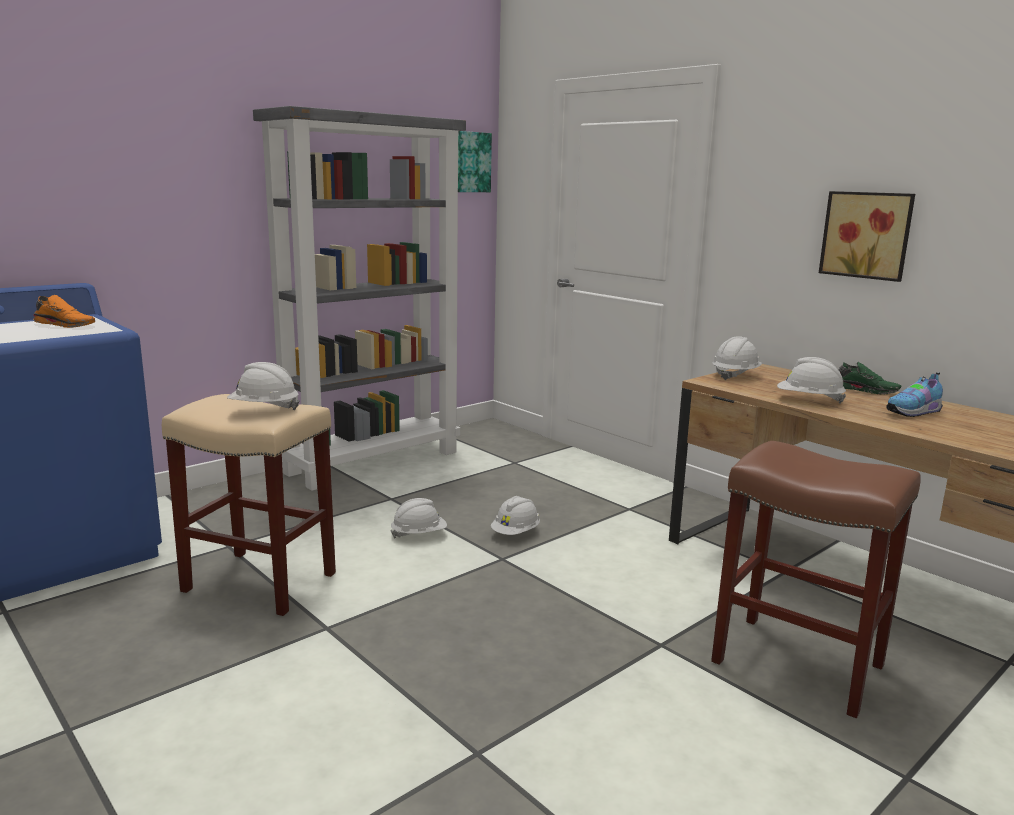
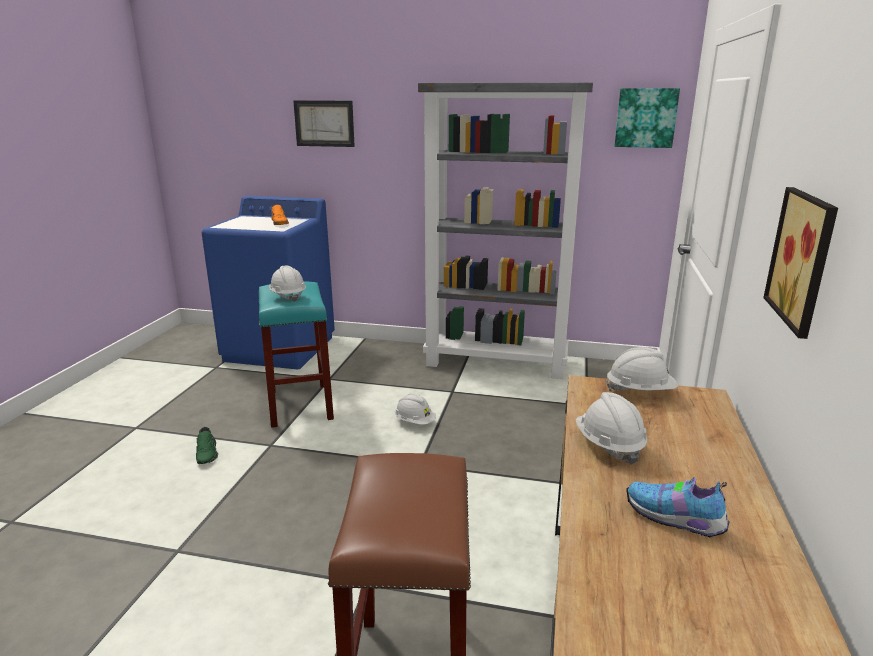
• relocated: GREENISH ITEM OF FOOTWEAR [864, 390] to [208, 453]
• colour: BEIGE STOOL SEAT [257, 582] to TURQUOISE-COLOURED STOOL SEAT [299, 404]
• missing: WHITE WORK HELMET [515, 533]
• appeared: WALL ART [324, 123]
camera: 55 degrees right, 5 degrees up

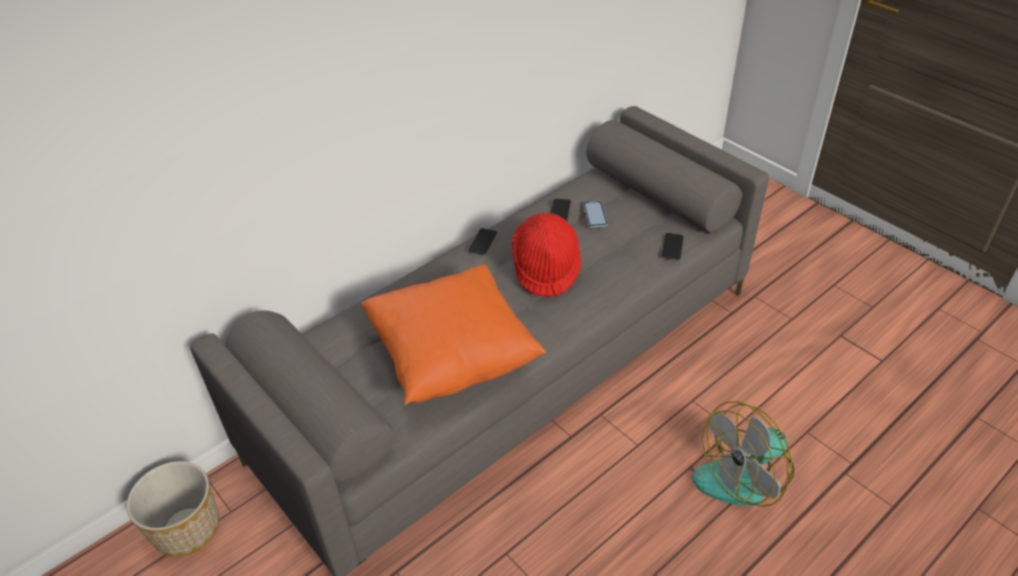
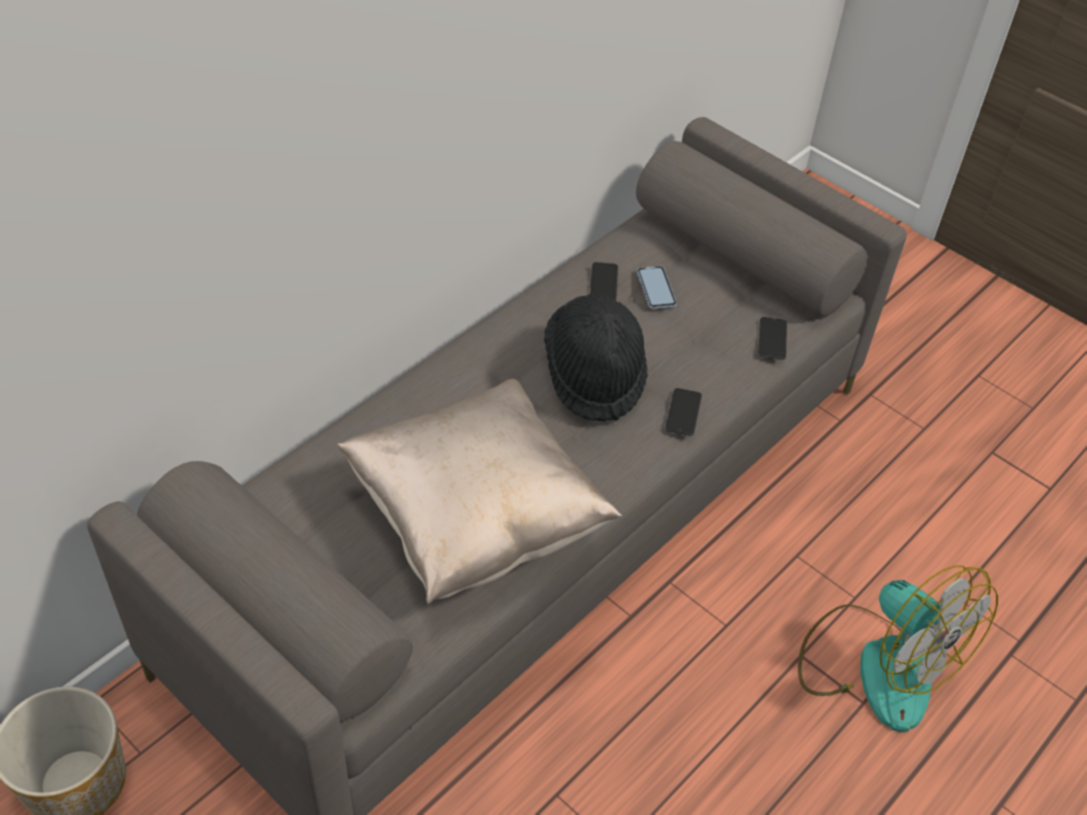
• colour: RED-COLOURED HAT [546, 268] to BLACK HAT [594, 375]
• relocated: PHONE [482, 242] to [683, 412]
• colour: ORANGEY PILLOW [453, 357] to BEIGE PILLOW [476, 519]
• spun: COOLING FAN [745, 476] = [877, 664] 90 degrees counterclockwise
camera: 10 degrees left, 5 degrees up

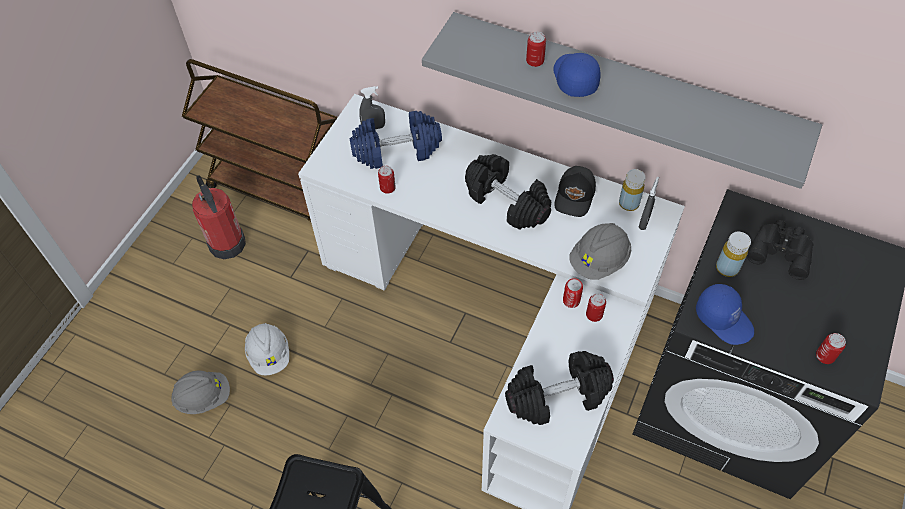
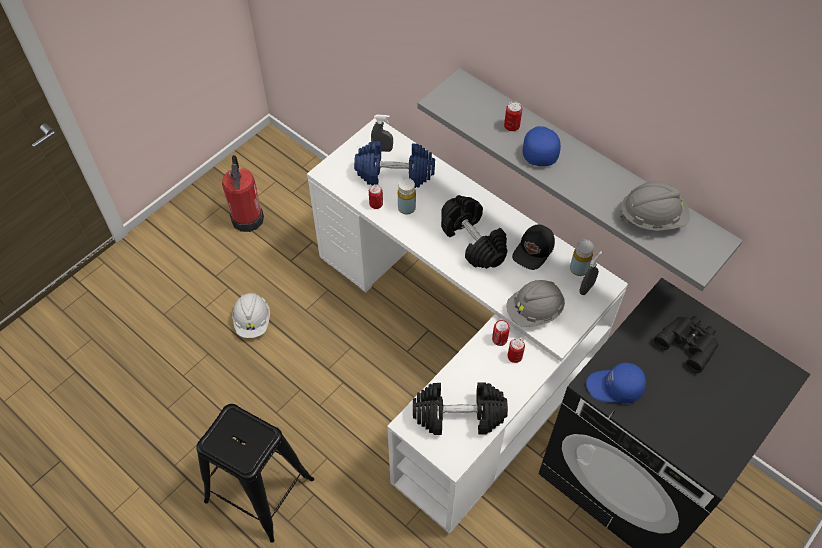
• missing: BROWNISH WHEELED CART [282, 189]
• relocated: YELLOW BOTTLE [727, 268] to [406, 208]
• spun: BLUE CAP [724, 319] = [614, 388] 120 degrees clockwise
• missing: METAL CAN [824, 356]
• relocated: GREYISH WORK HELMET [203, 397] to [652, 218]
camera: 15 degrees right, 0 degrees up

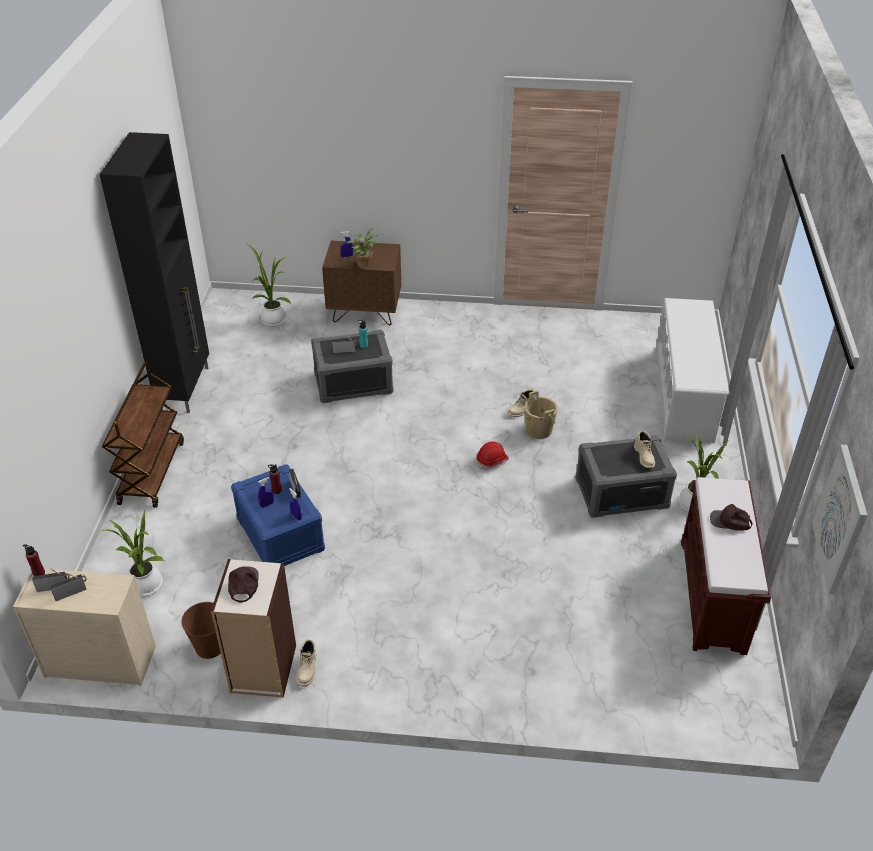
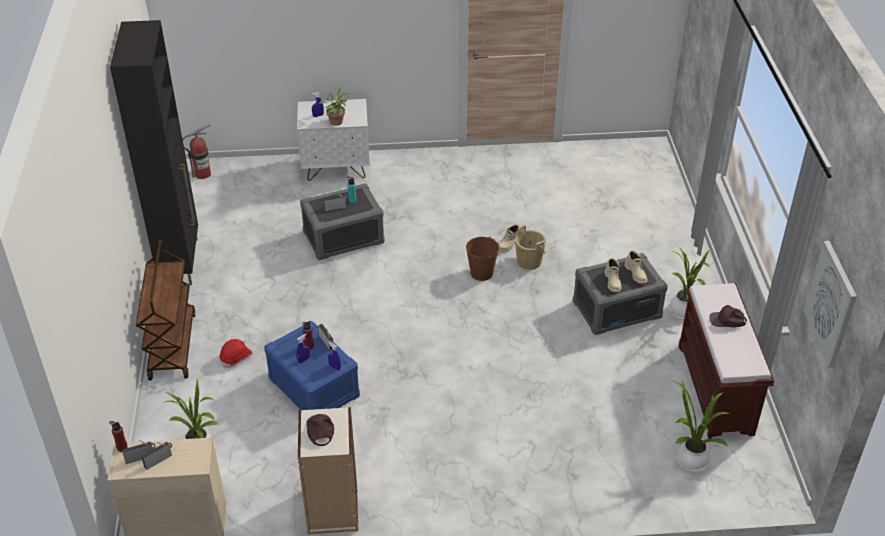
• colour: BROWNISH BEDSIDE TABLE [365, 313] to WHITE BEDSIDE TABLE [336, 168]
• relocated: POTTED PLANT [272, 319] to [689, 459]
• missing: WHITE SHOE SHELF [683, 396]
• relocated: RED-COLOURED WORK HELMET [492, 461] to [236, 358]
• relocated: BROWNISH BUCKET [209, 646] to [481, 273]
• relocated: BEIGE BOOT [308, 669] to [613, 282]
• appeared: FIRE-FIGHTING CYLINDER [202, 174]
camera: 10 degrees left, 0 degrees up

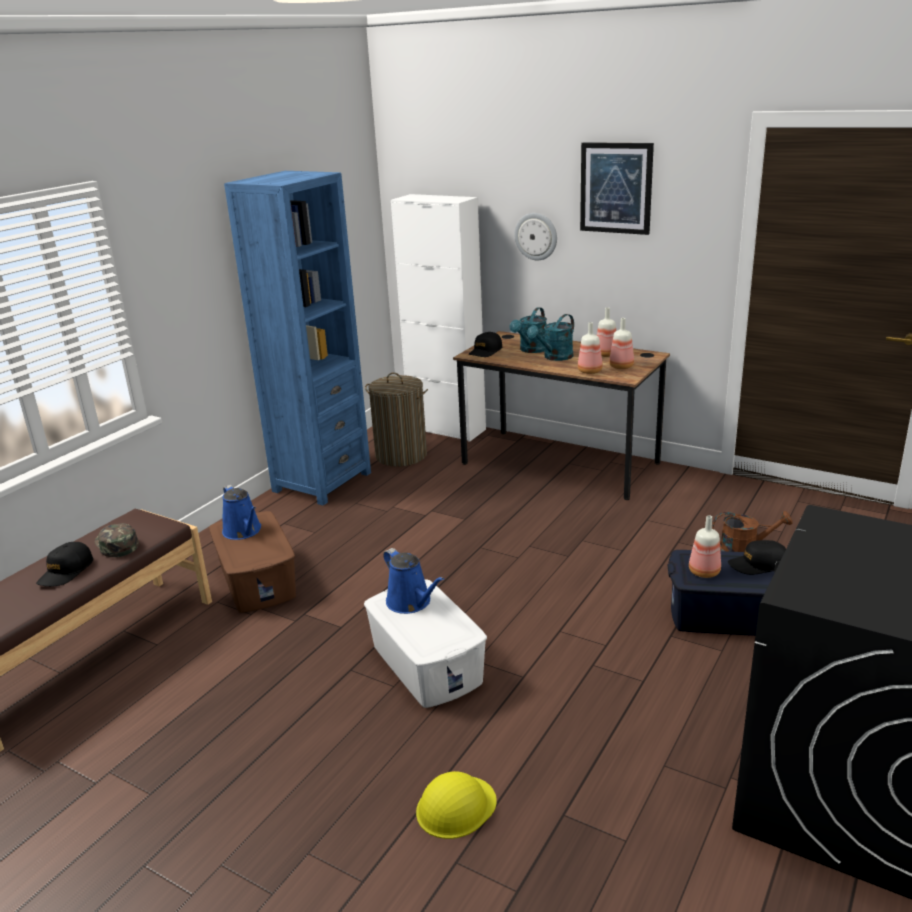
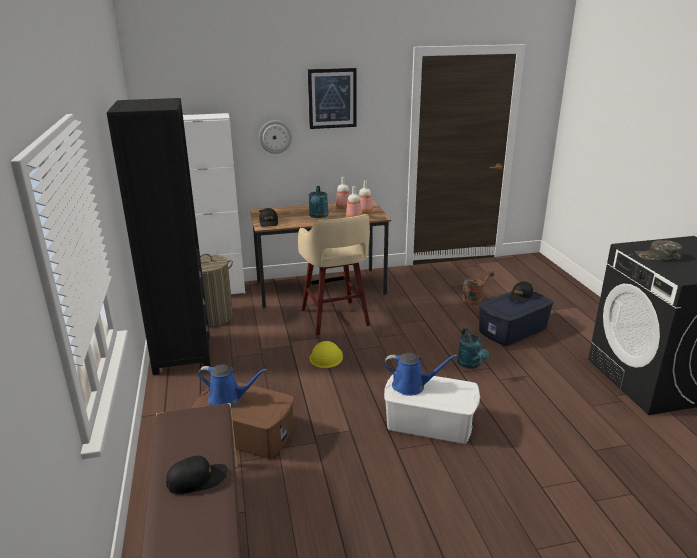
• colour: BLUE SHELVING UNIT [322, 482] to BLACK SHELVING UNIT [182, 354]
• relocated: TURQUOISE-COLOURED WATERING CAN [531, 350] to [471, 364]
• missing: BOTTLE [703, 572]
• relocated: GREENISH CAP [116, 544] to [657, 256]
• spun: BLACK CAP [66, 572] = [197, 479] 90 degrees counterclockwise
• relocated: YELLOW WORK HELMET [455, 807] to [326, 357]
• appeared: BEIGE STOOL SEAT [335, 319]
camera: 45 degrees left, 0 degrees up

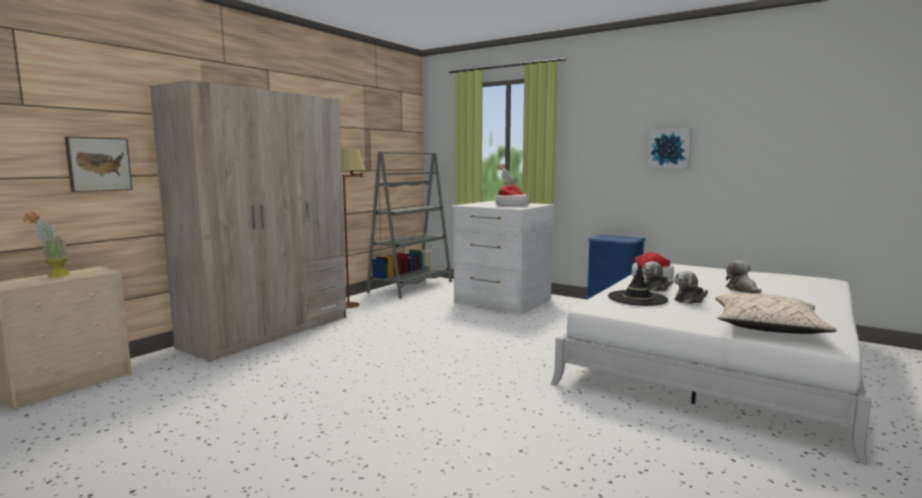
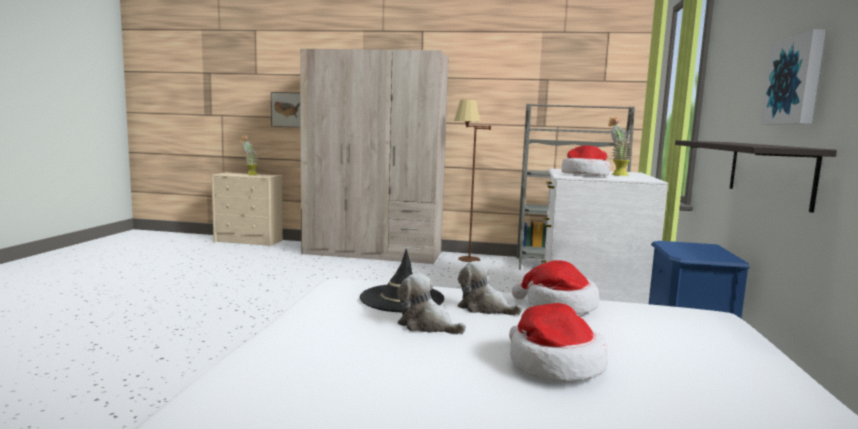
• exchanged: CUDDLY TOY [742, 290] to HAT [553, 364]
• missing: BEIGE PILLOW [767, 328]
• appeared: BRACKET SHELF [769, 172]
camera: 65 degrees right, 0 degrees up

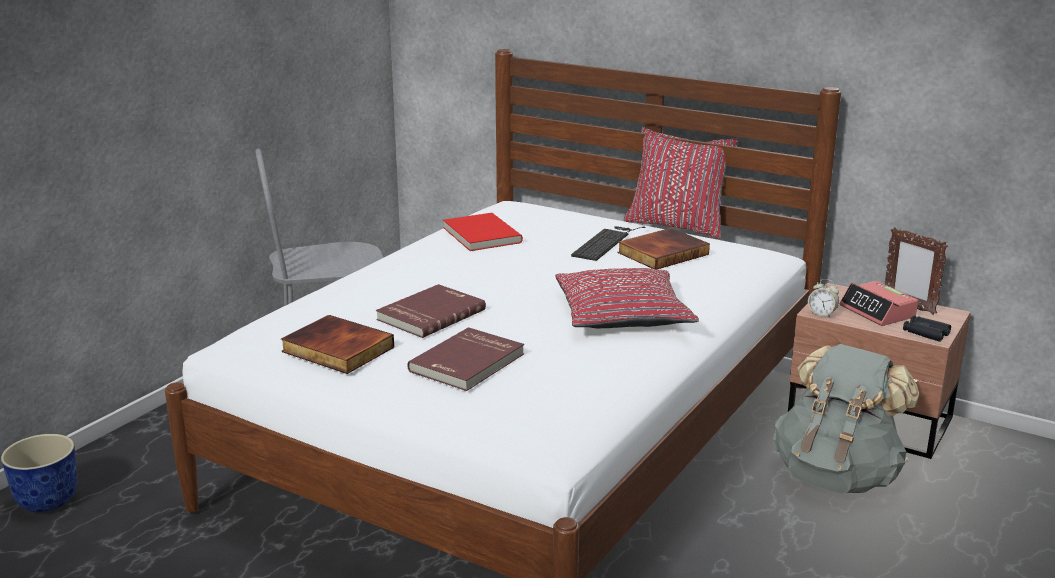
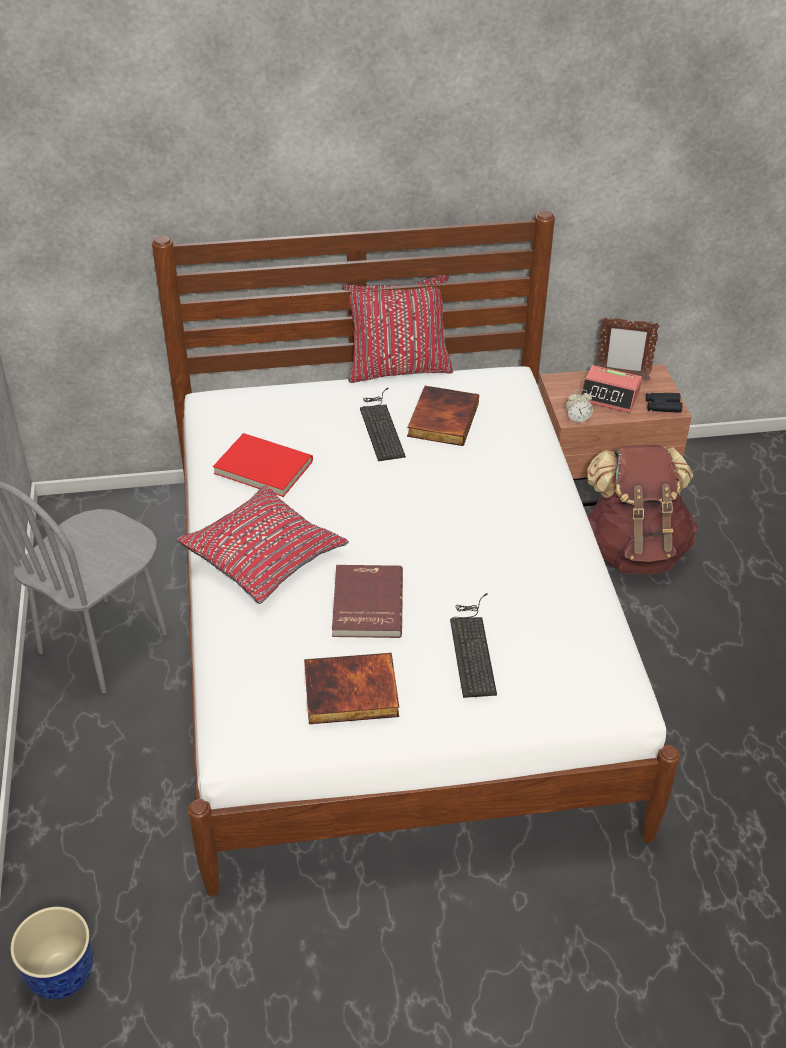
• relocated: RED-COLOURED PILLOW [622, 314] to [263, 554]
• exchanged: RED-COLOURED BOOK [468, 363] to PC KEYBOARD [473, 646]
• colour: GREYISH RUCKSACK [836, 476] to BROWNISH RUCKSACK [633, 550]
camera: 40 degrees left, 20 degrees up

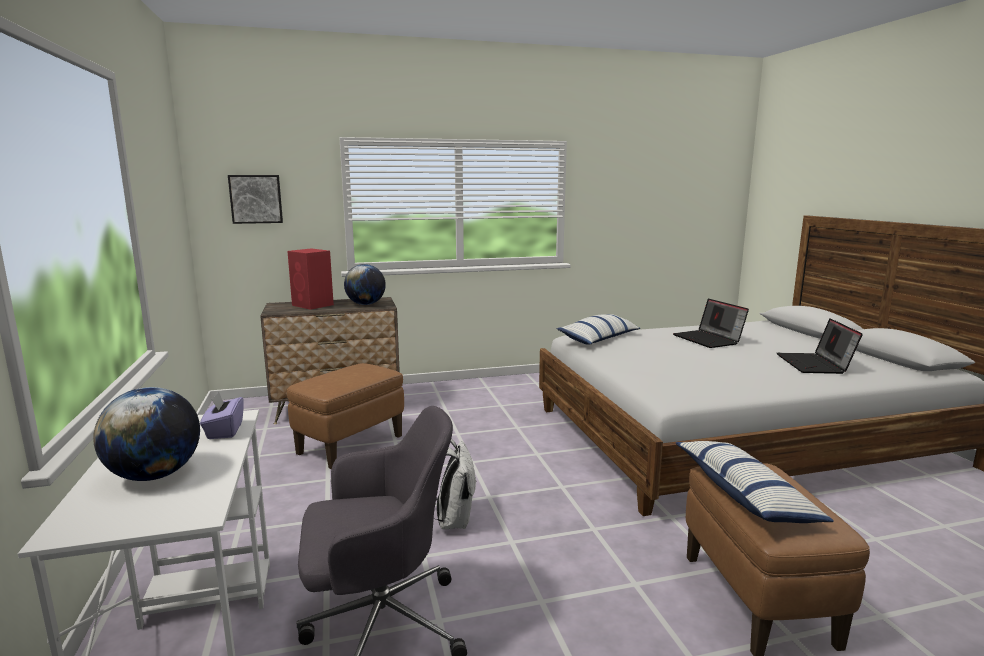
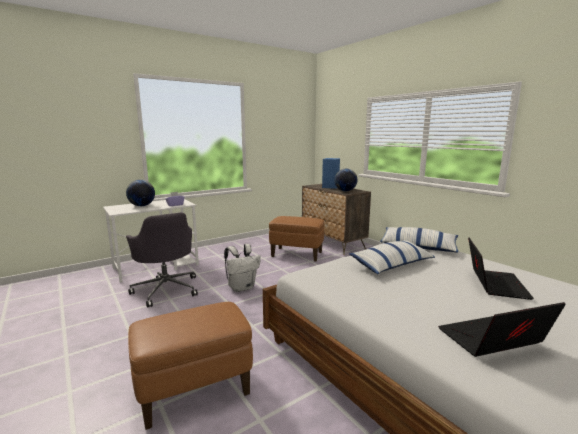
• missing: WALL ART [256, 199]
• colour: RED-COLOURED AUDIO SPEAKER [313, 305] to BLUE AUDIO SPEAKER [330, 187]
• spun: PORTABLE COMPUTER [709, 339] = [493, 283] 150 degrees clockwise
• relocated: PILLOW [744, 495] to [391, 264]
camera: 70 degrees right, 0 degrees up

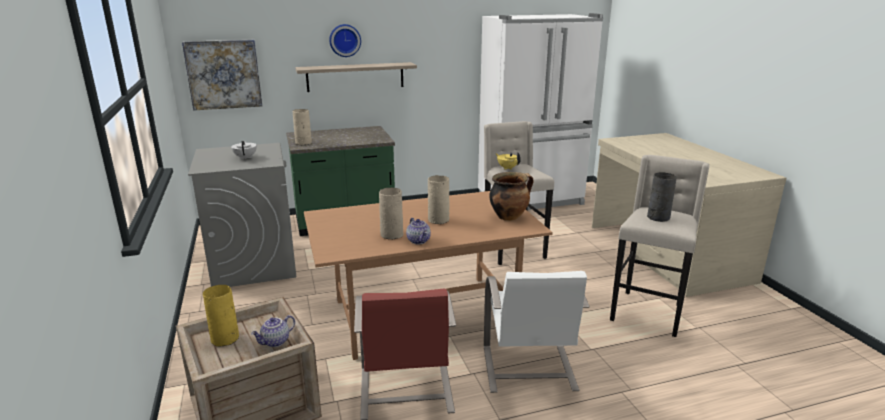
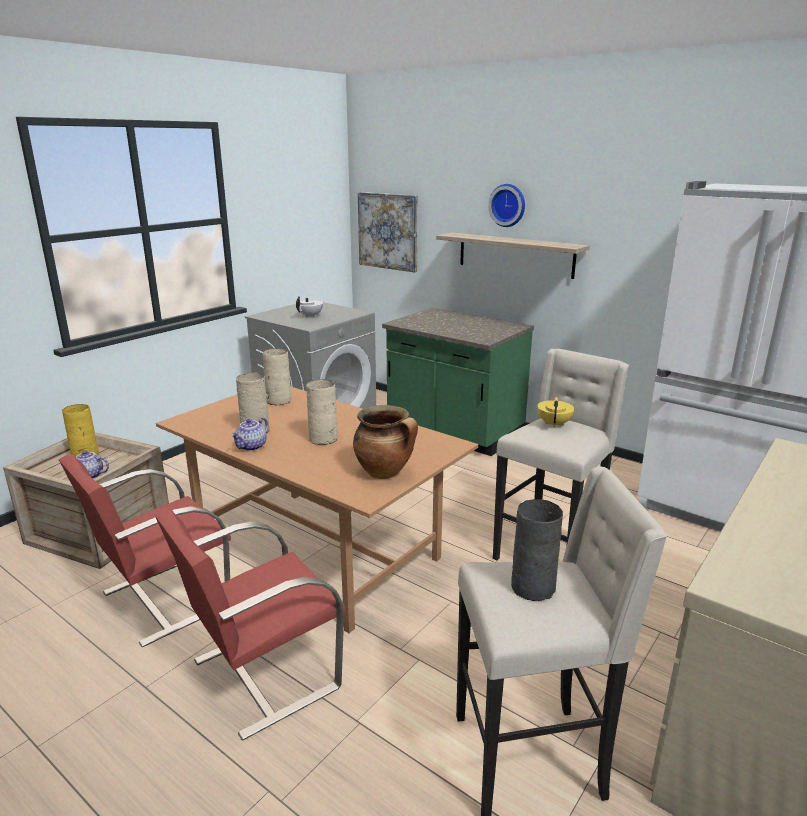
• relocated: BEIGE VASE [303, 143] to [278, 401]
• colour: WHITE CHAIR [528, 369] to RED-COLOURED CHAIR [262, 674]
camera: 55 degrees right, 0 degrees up

